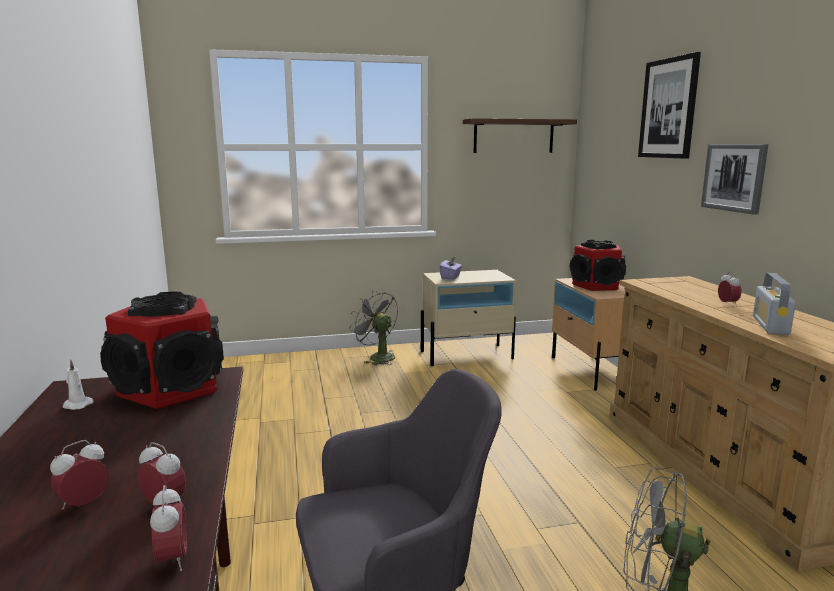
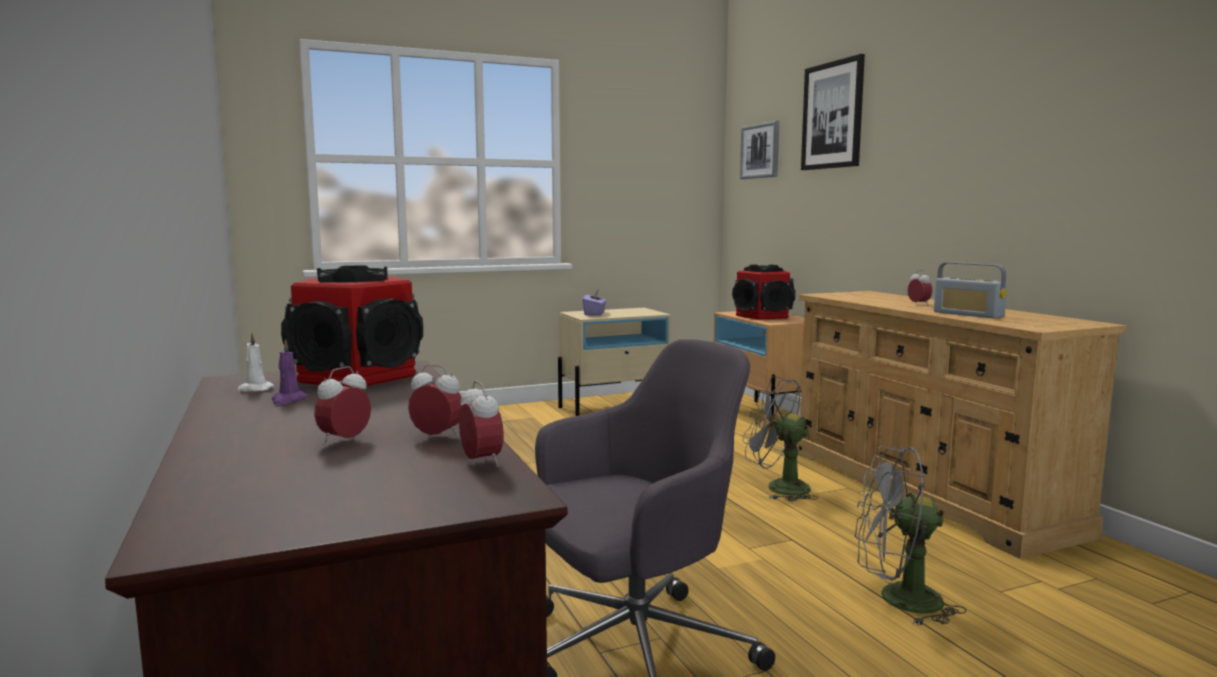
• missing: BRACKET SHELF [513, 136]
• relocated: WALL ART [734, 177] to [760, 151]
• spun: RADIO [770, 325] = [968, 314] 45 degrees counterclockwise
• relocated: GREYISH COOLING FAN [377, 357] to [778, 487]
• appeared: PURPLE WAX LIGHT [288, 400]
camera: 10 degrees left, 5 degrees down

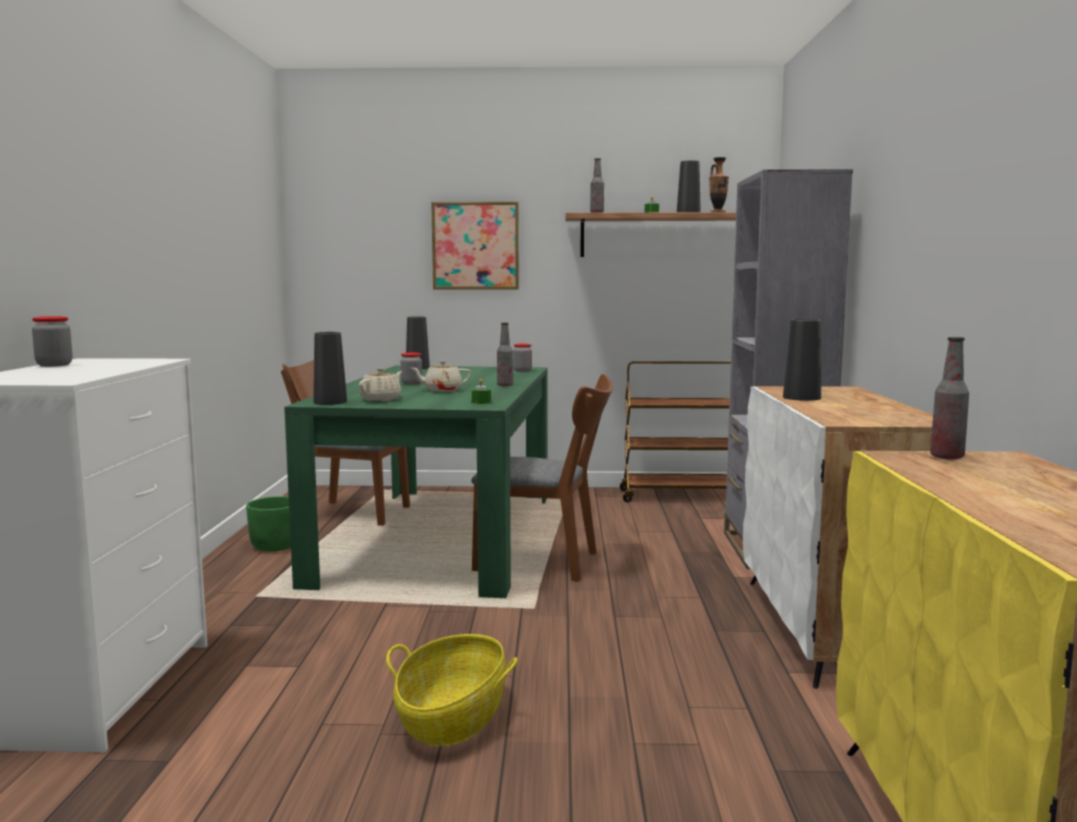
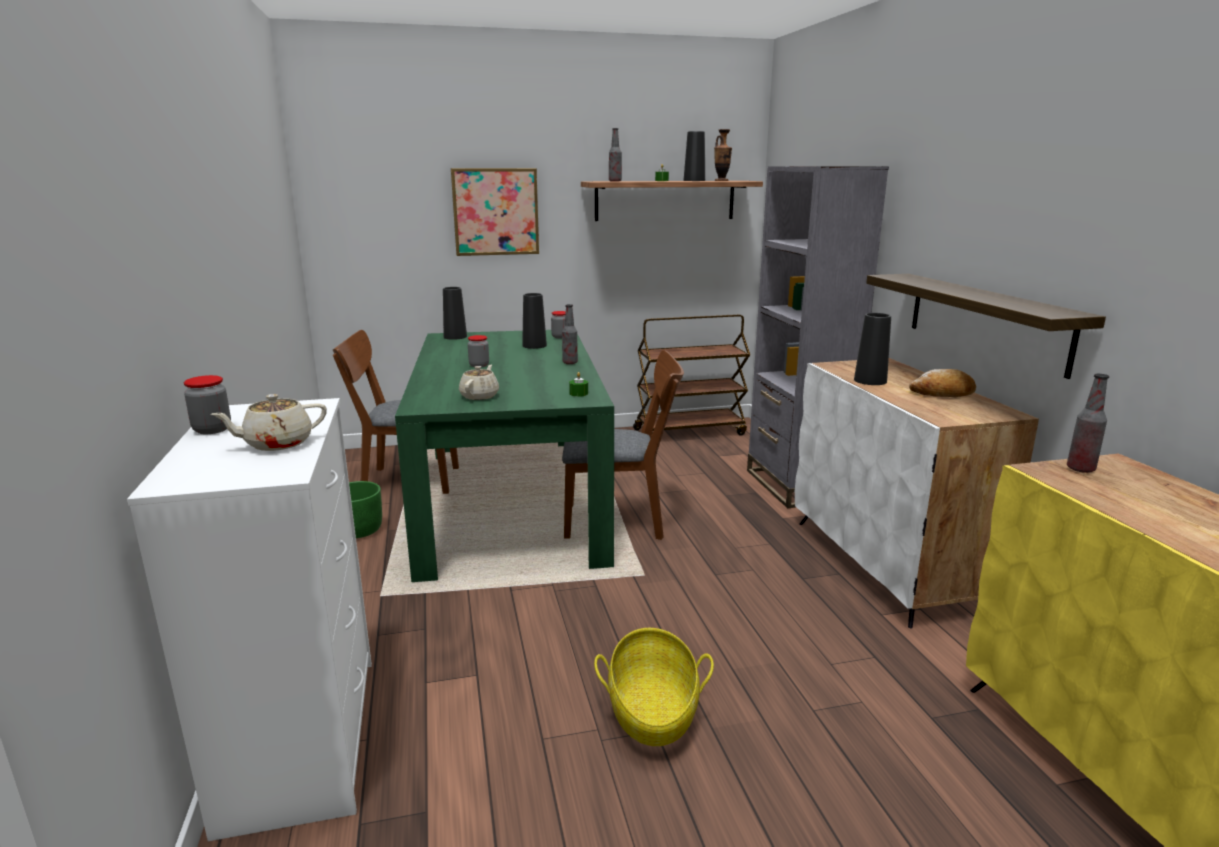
• relocated: BLACK VASE [330, 402] to [534, 345]
• relocated: BEIGE POT FOR TEA [442, 390] to [277, 444]
• appeared: BRACKET SHELF [985, 320]
• appeared: BAKED BREAD [942, 393]
camera: 15 degrees left, 10 degrees up

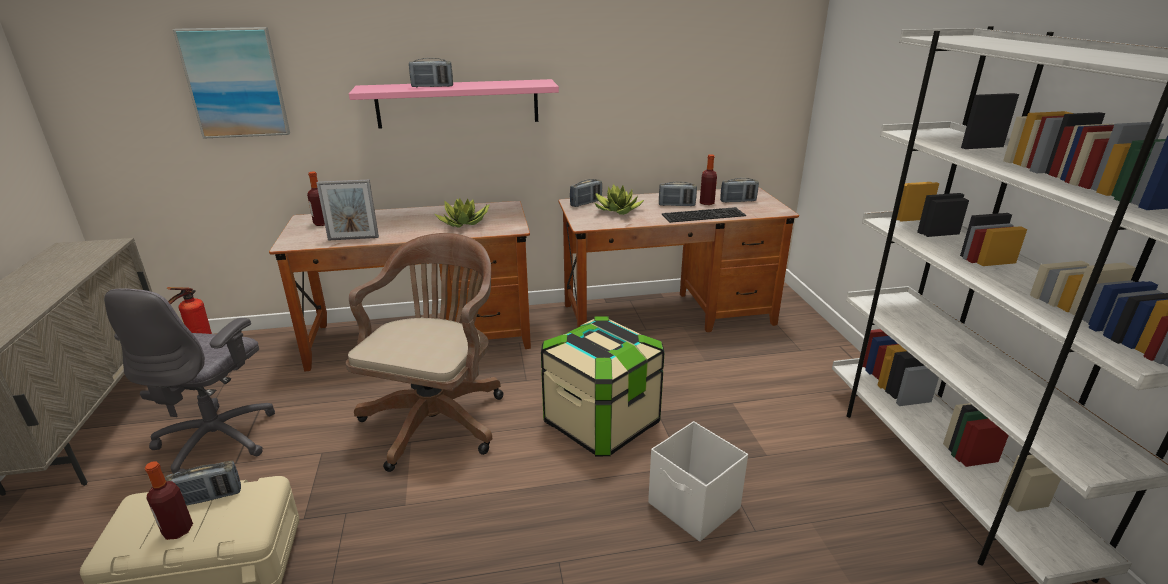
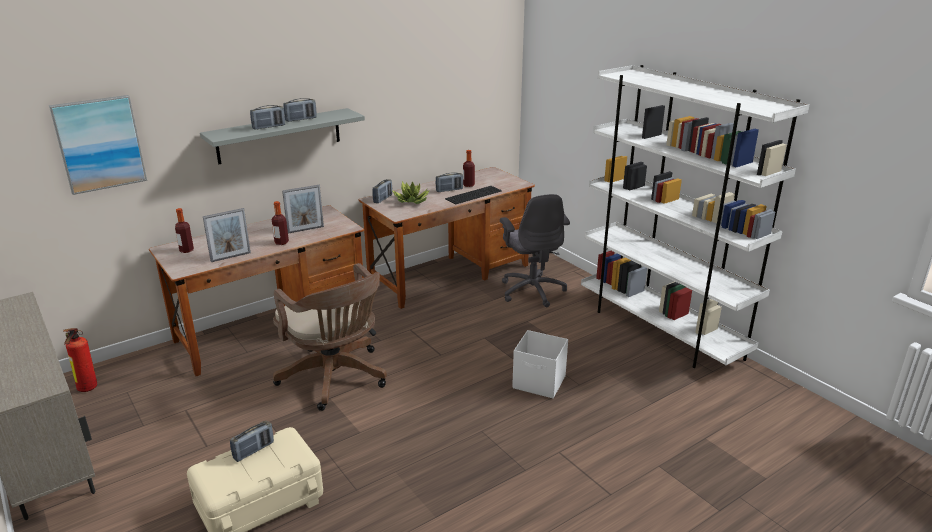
• colour: PINK-COLOURED BRACKET SHELF [458, 103] to GREYISH BRACKET SHELF [279, 136]
• relocated: RADIO [738, 201] to [301, 119]
• exchanged: POTTED PLANT [464, 223] to PICTURE FRAME [305, 229]
• spun: BROWNISH DESK CHAIR [438, 417] = [336, 379] 150 degrees clockwise
• relocated: GREYISH DESK CHAIR [219, 439] to [532, 291]
• missing: STORAGE BIN [601, 423]
• relocated: BOTTLE [178, 530] to [281, 242]
camera: 25 degrees left, 0 degrees up

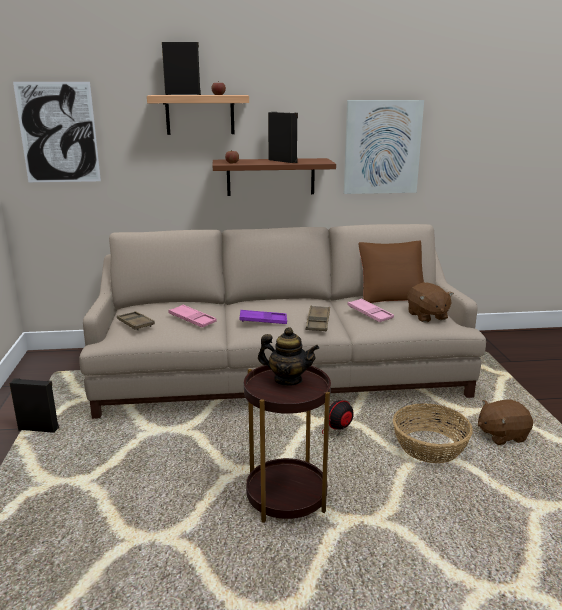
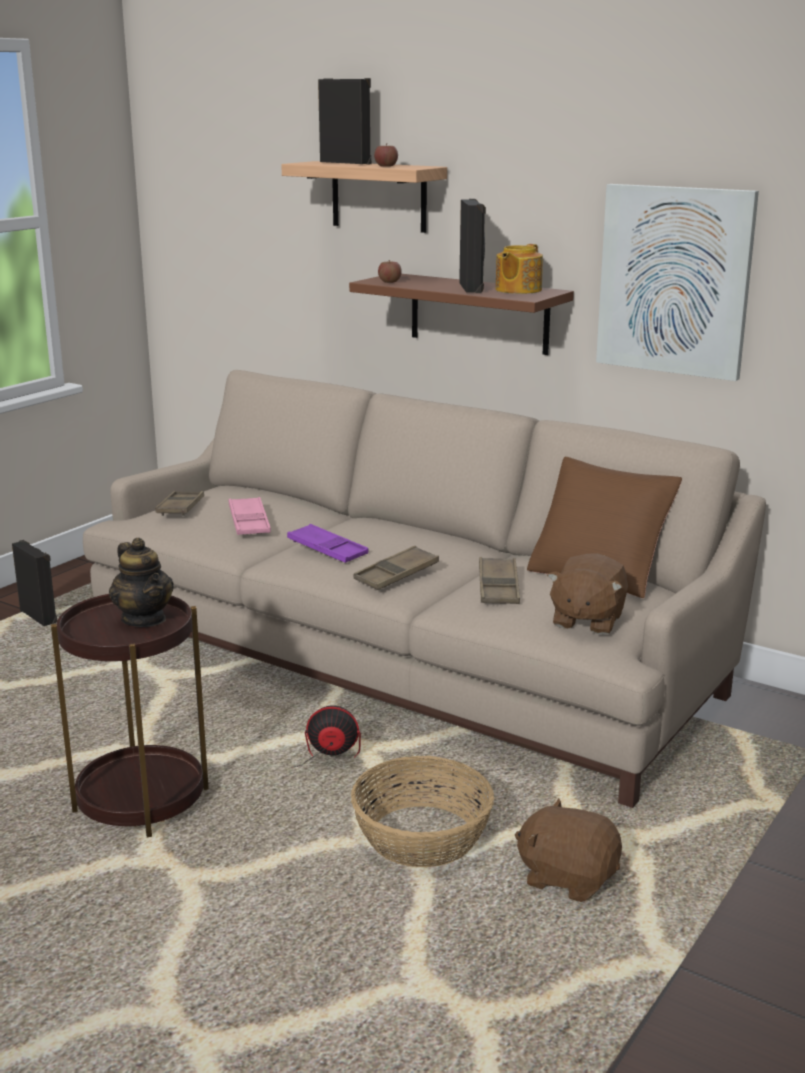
• missing: WALL ART [58, 133]
• colour: PINK-COLOURED SERVING TRAY [370, 314] to BROWNISH SERVING TRAY [498, 587]
• appeared: POT FOR TEA [517, 290]
camera: 40 degrees right, 0 degrees up

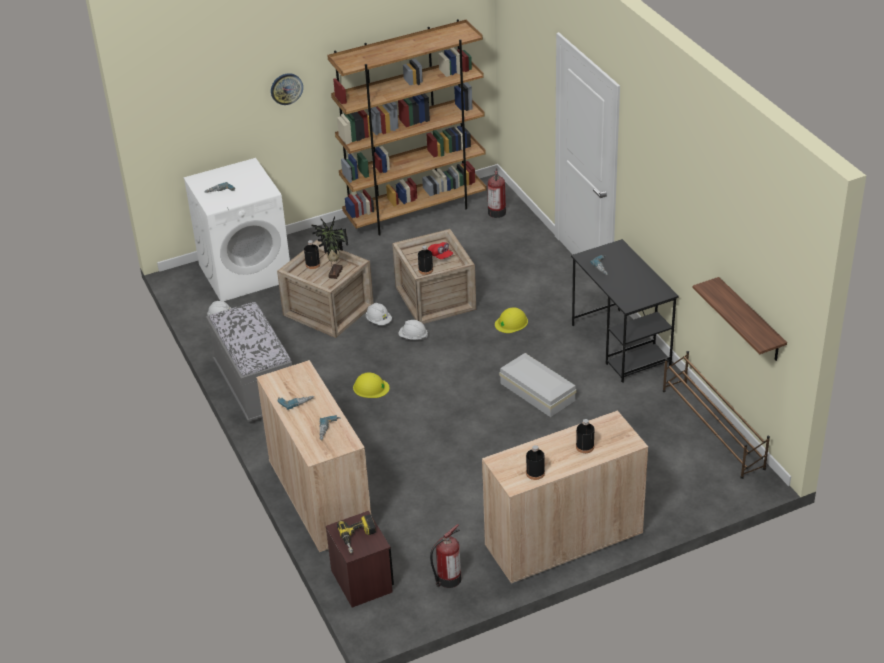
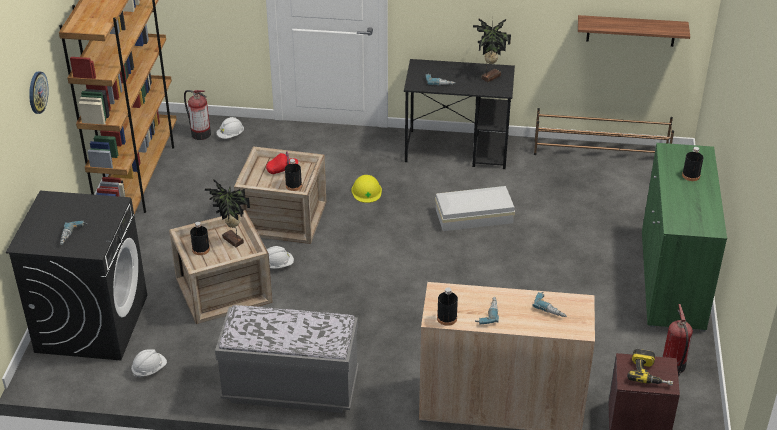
• colour: WHITE LAUNDRY MACHINE [245, 272] to BLACK LAUNDRY MACHINE [92, 323]
• relocated: WHITE WORK HELMET [413, 337] to [231, 135]
• missing: YELLOW WORK HELMET [371, 387]
• colour: BEIGE CABINET [563, 540] to GREENISH CABINET [671, 280]
• relocated: BLACK BOTTLE [535, 473] to [447, 318]
• appeared: POTTED PLANT [489, 77]
camera: 60 degrees left, 0 degrees up

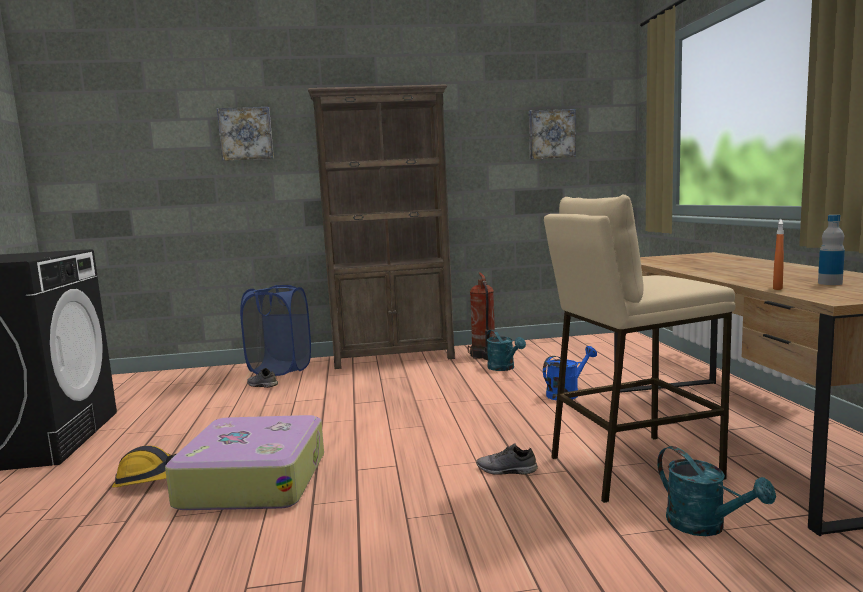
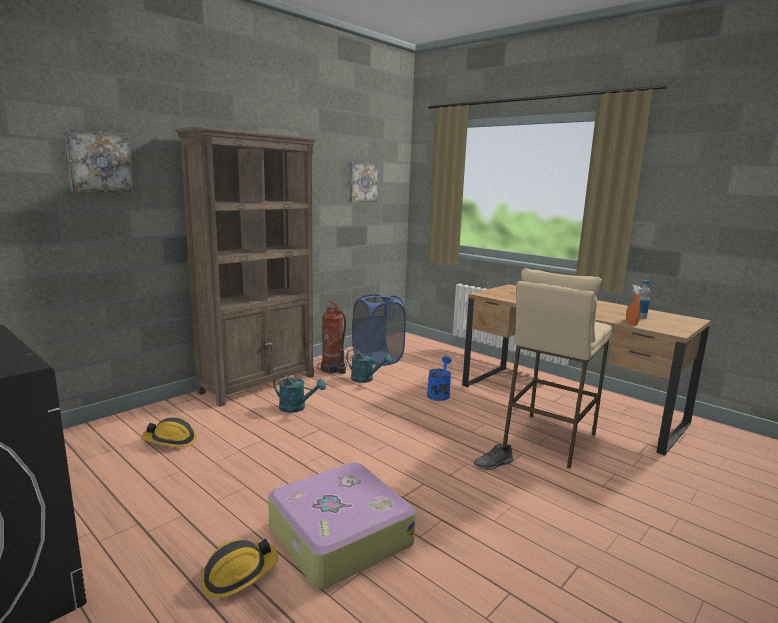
• relocated: BLUE HAMPER [280, 369] to [377, 359]
• exchanged: GREYISH ITEM OF FOOTWEAR [261, 385] to WORK HELMET [171, 441]
• relocated: TURQUOISE-COLOURED WATERING CAN [705, 526] to [297, 408]
camera: 40 degrees left, 5 degrees up

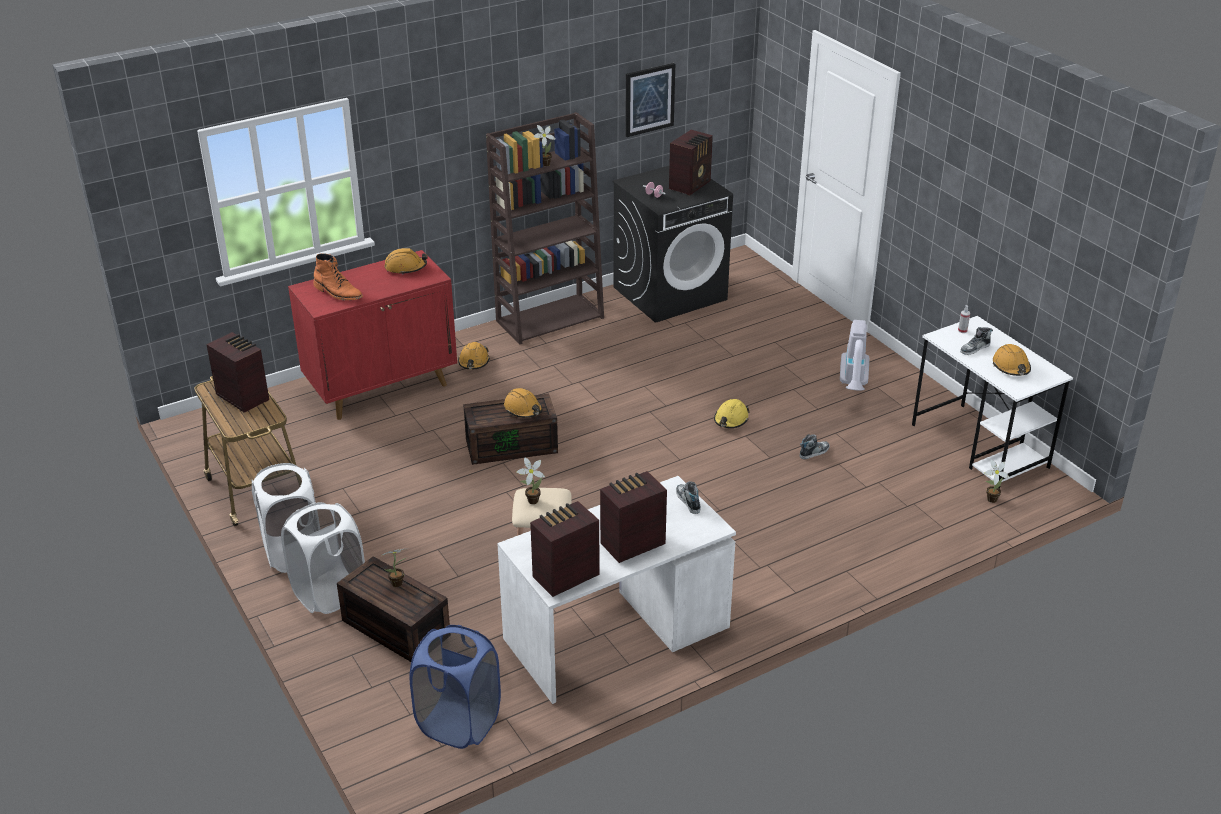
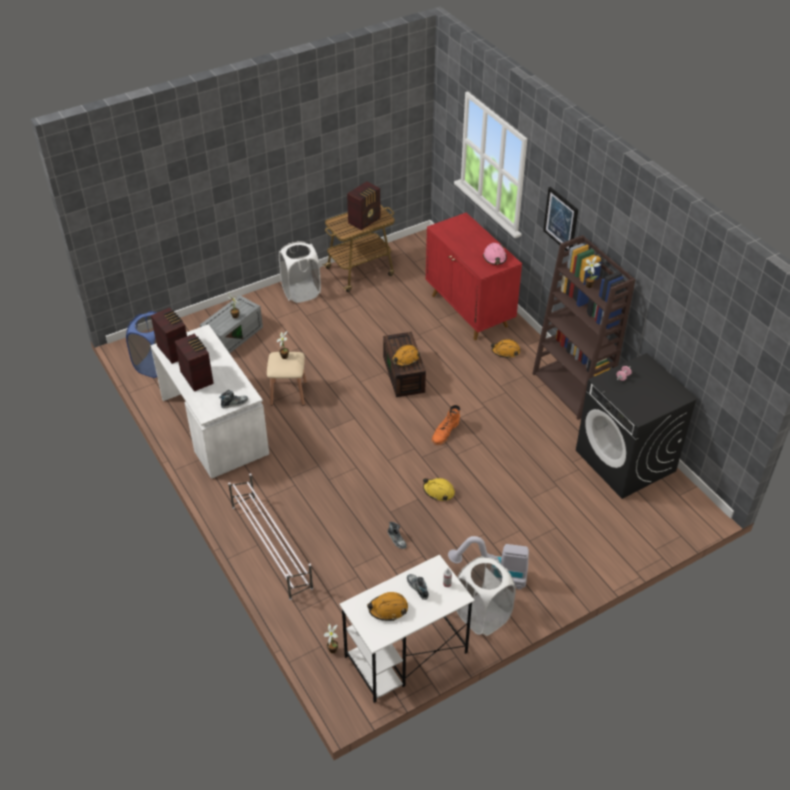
• relocated: WALL ART [649, 99] to [561, 220]
• missing: RADIO [691, 185]
• colour: ORANGEY WORK HELMET [405, 267] to PINK-COLOURED WORK HELMET [494, 258]
• relocated: ORANGEY BOOT [338, 293] to [445, 432]
• relocated: WHITE HAMPER [329, 593] to [482, 615]
• colour: BROWNISH STORAGE BIN [393, 628] to GREYISH STORAGE BIN [233, 335]
• appeared: WHITE SHOE SHELF [271, 546]
camera: 90 degrees right, 10 degrees up

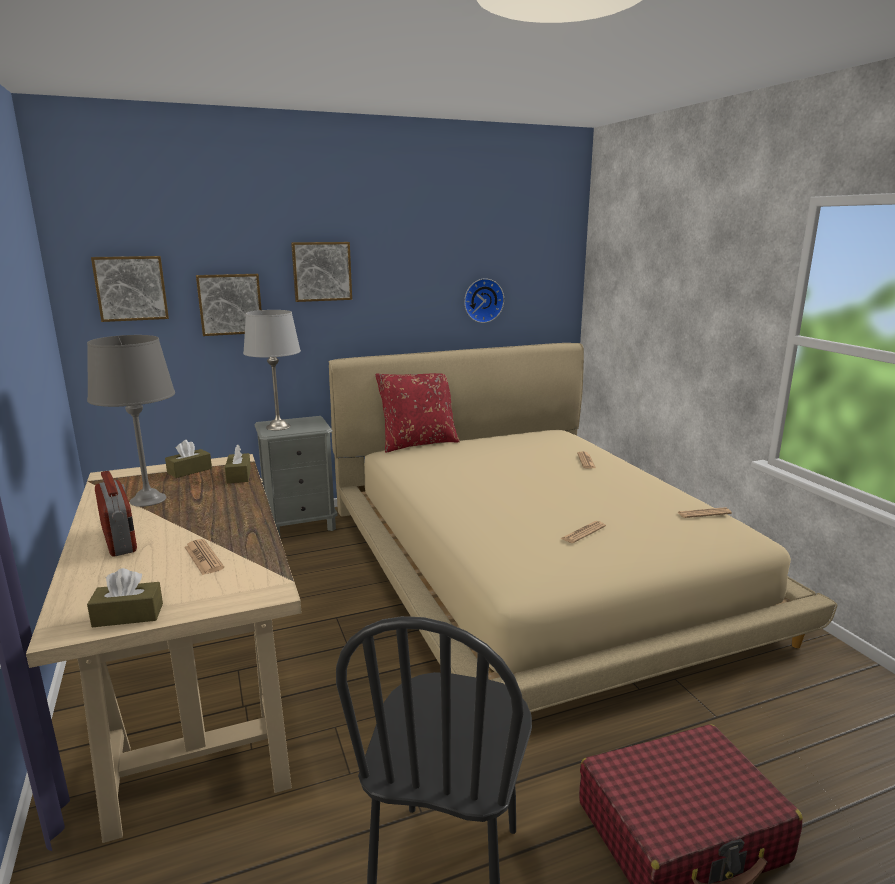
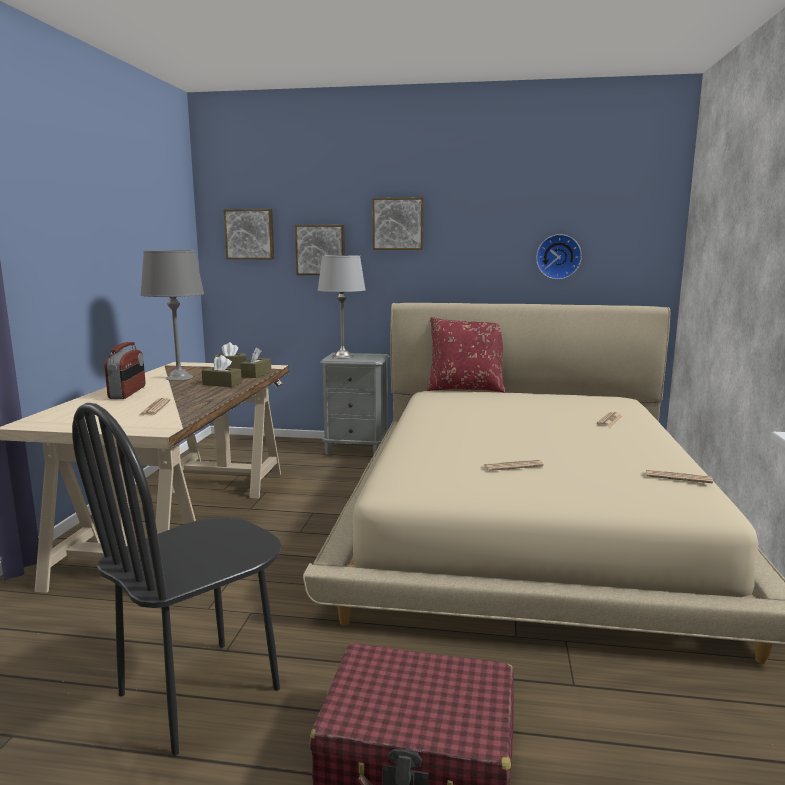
• relocated: BROWNISH TISSUE BOX [128, 615] to [222, 384]
camera: 30 degrees right, 5 degrees down

